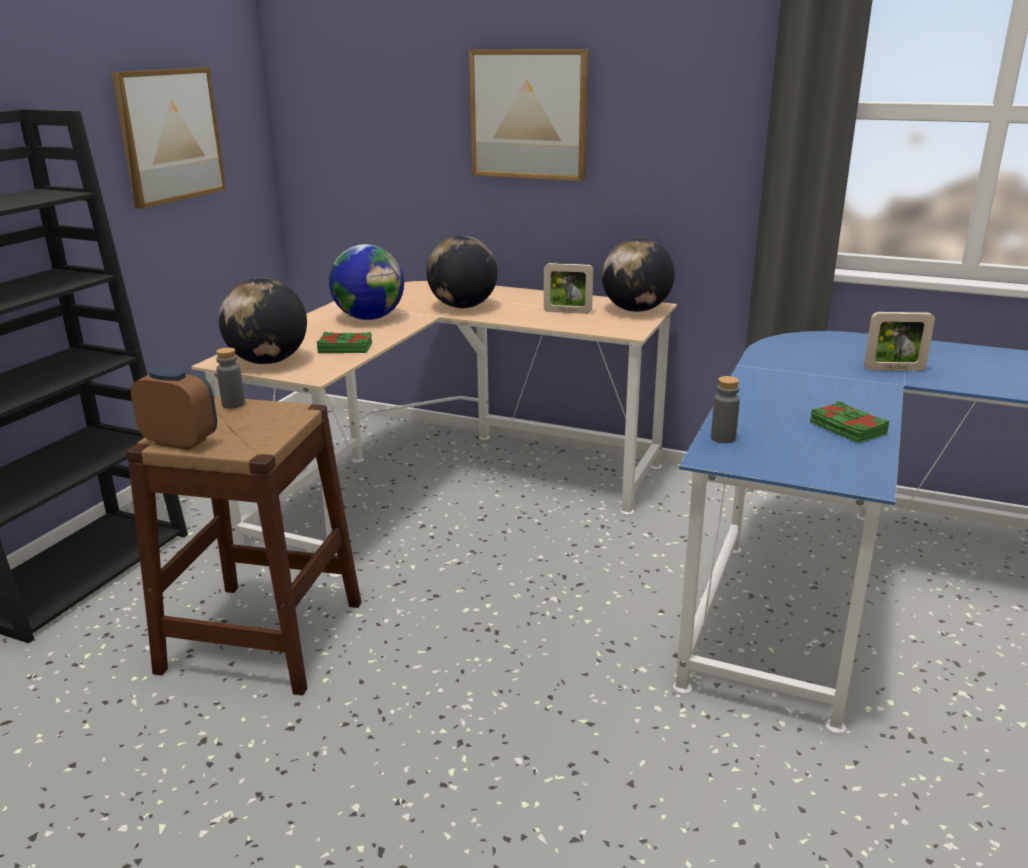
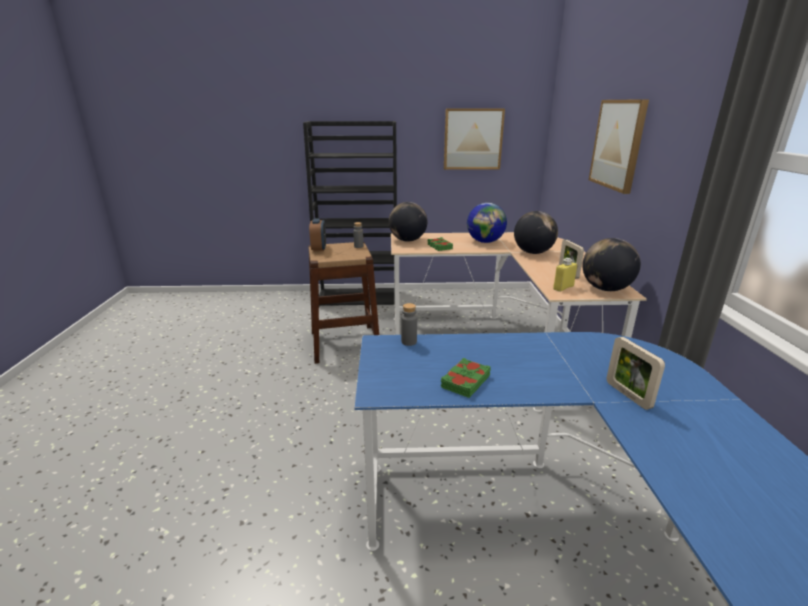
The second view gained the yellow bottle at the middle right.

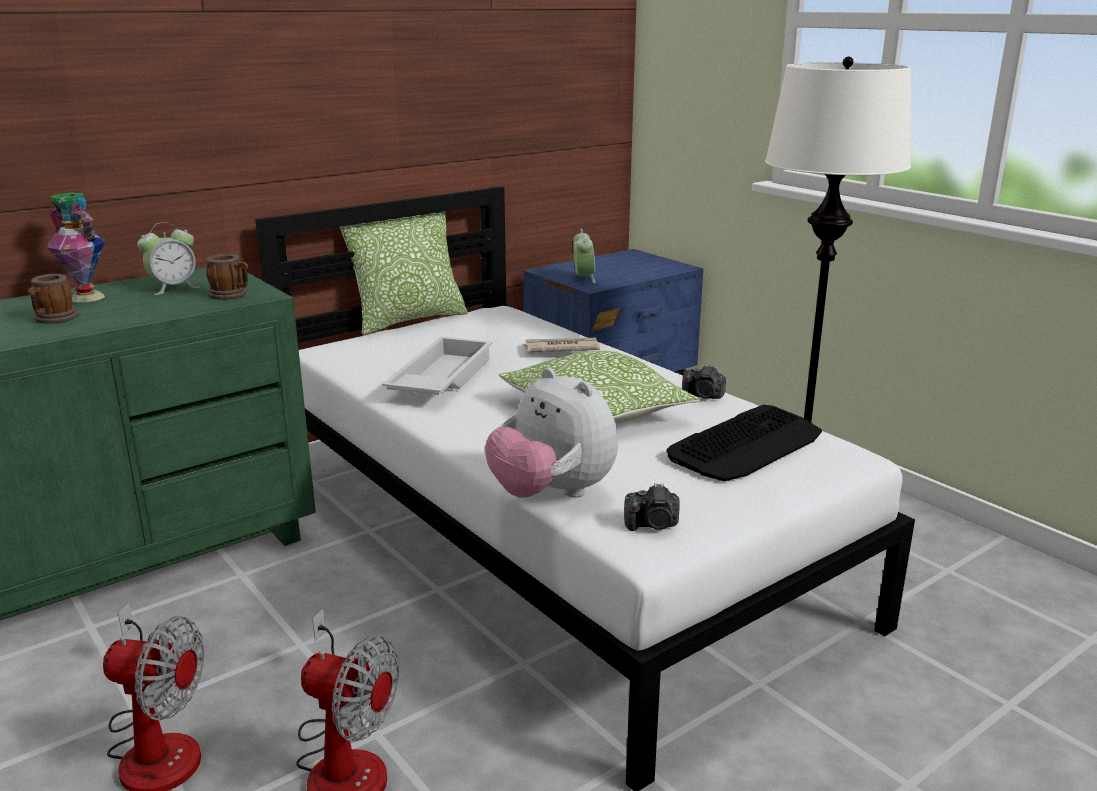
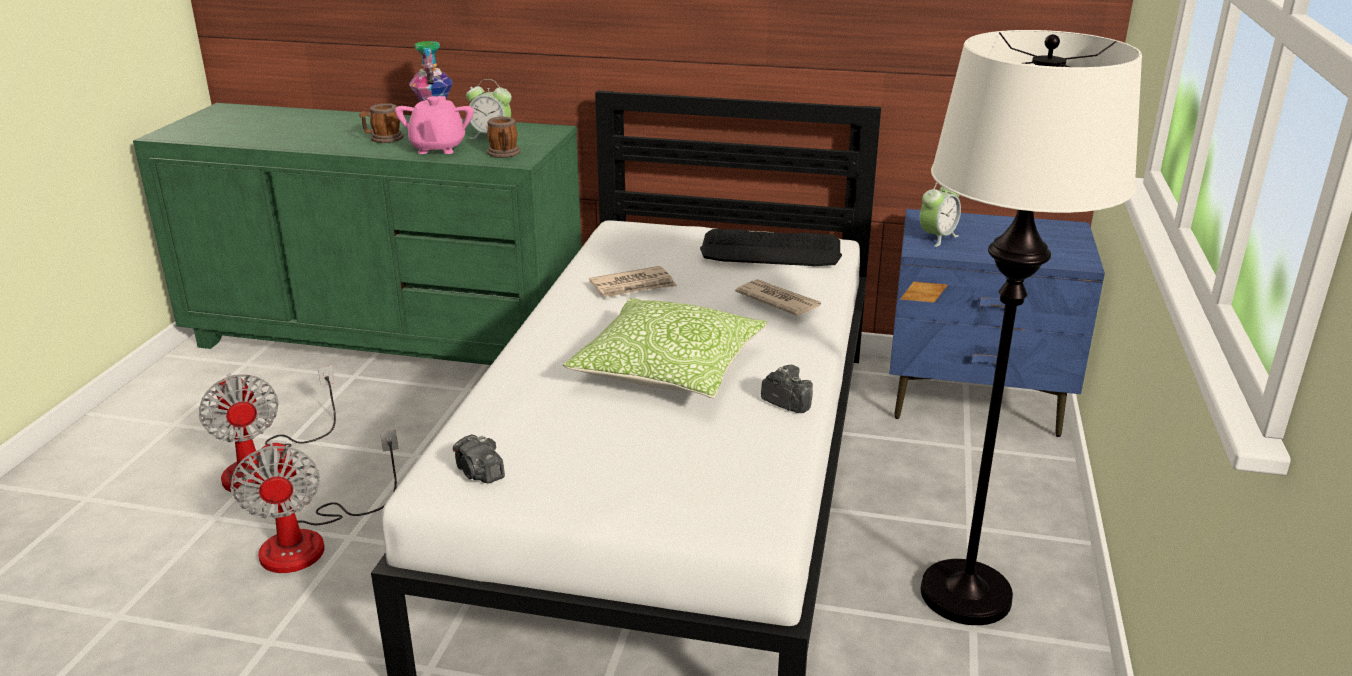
The second view lost the pillow (no. 1 from left) at the centre.
The second view lost the plush toy at the centre.
The second view gained the pink teapot at the top left.
The keyboard ended up elsewhere, having gone from the middle right to the centre.
Where the white tray stood at the centre, the newspaper (no. 1 from left) came to stand at the centre.
The photo camera (no. 2 from left) at the centre ended up facing another way, 150 degrees clockwise from before.

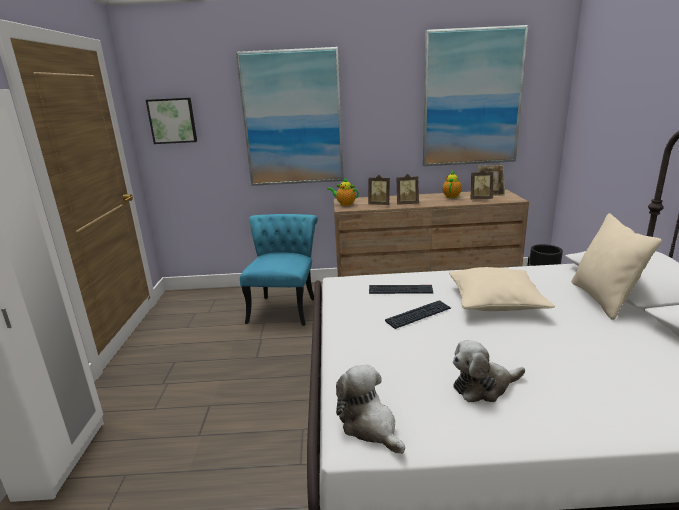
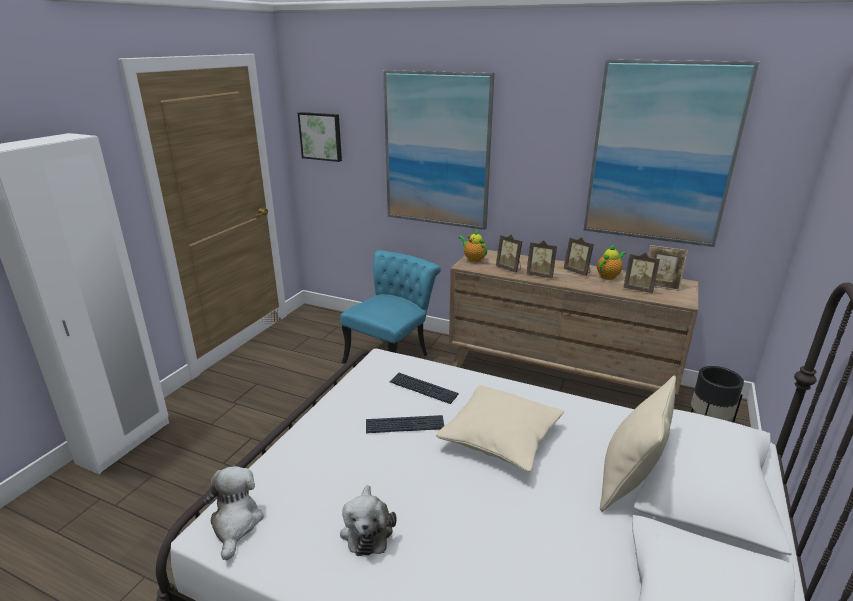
The second view gained the picture frame (no. 3 from left) at the middle right.
The plush toy (no. 2 from left) at the bottom right ended up facing another way, 105 degrees counterclockwise from before.

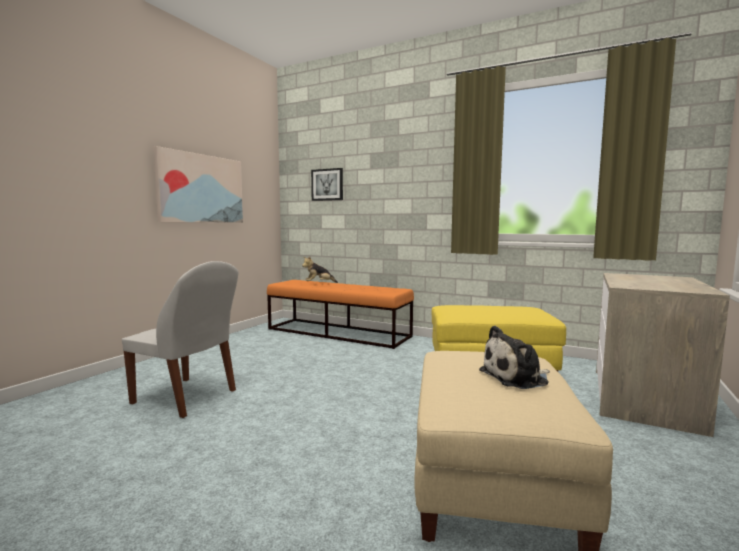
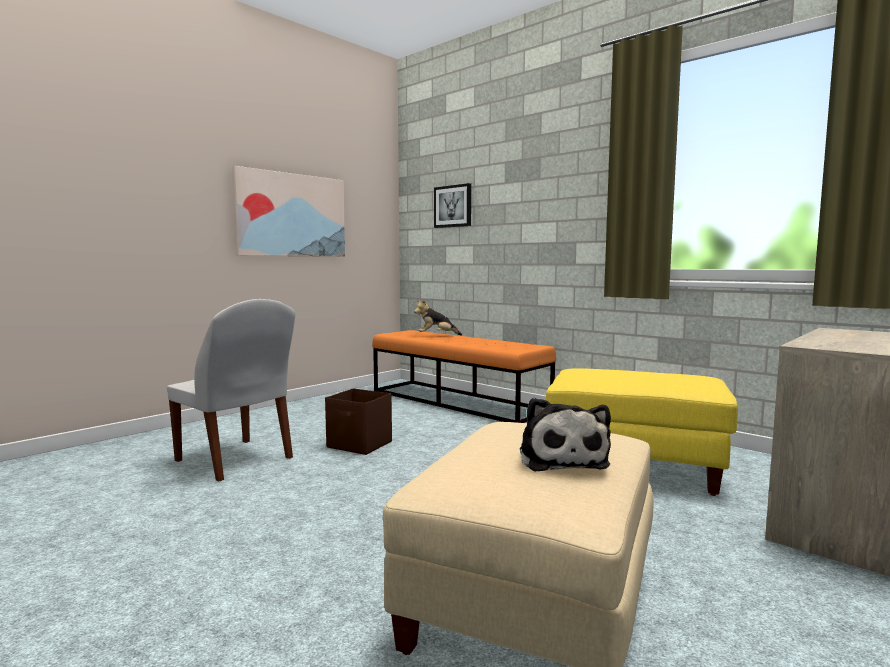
The second view gained the brown storage box at the centre.
The plush toy (no. 2 from left) at the middle right ended up facing another way, 90 degrees counterclockwise from before.

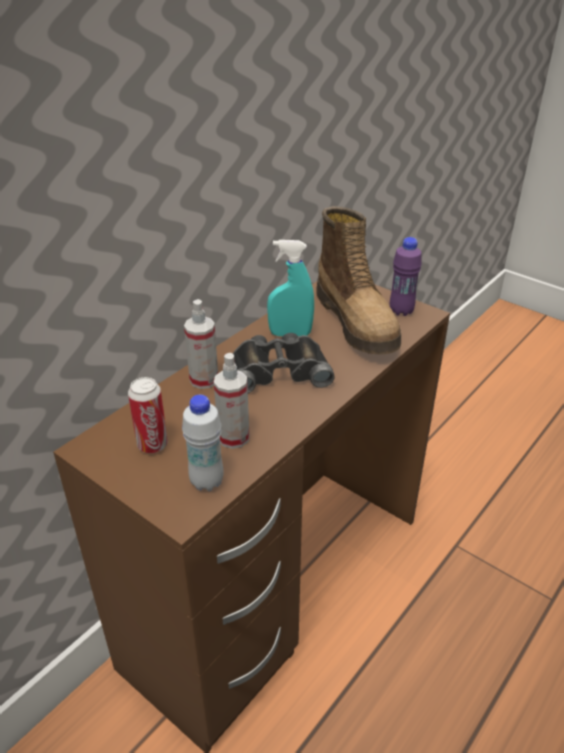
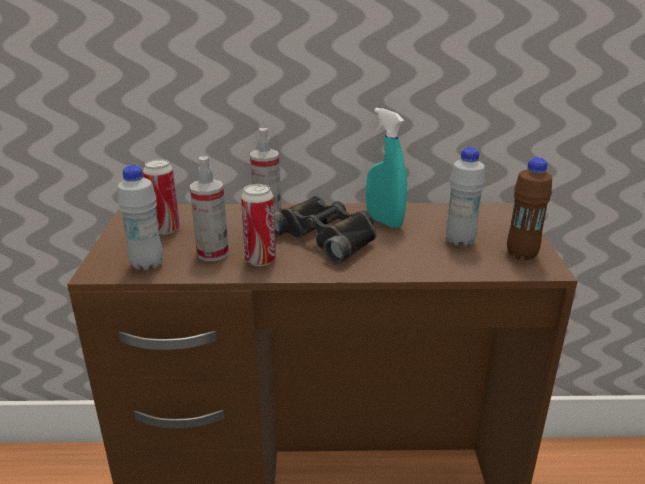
The second view gained the can (no. 2 from left) at the centre.
Where the boot stood at the centre, the white bottle (no. 2 from left) came to stand at the middle right.
What was the purple bottle at the middle right turned into the brown bottle at the middle right.

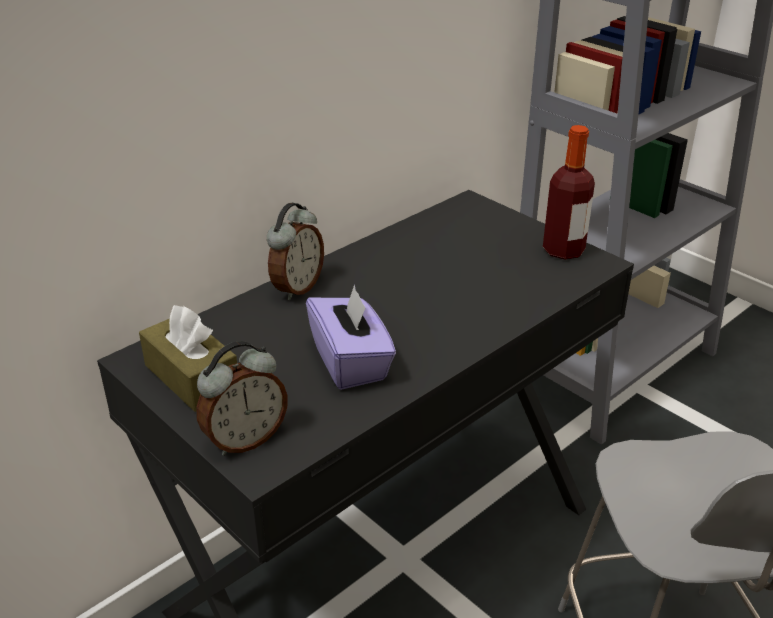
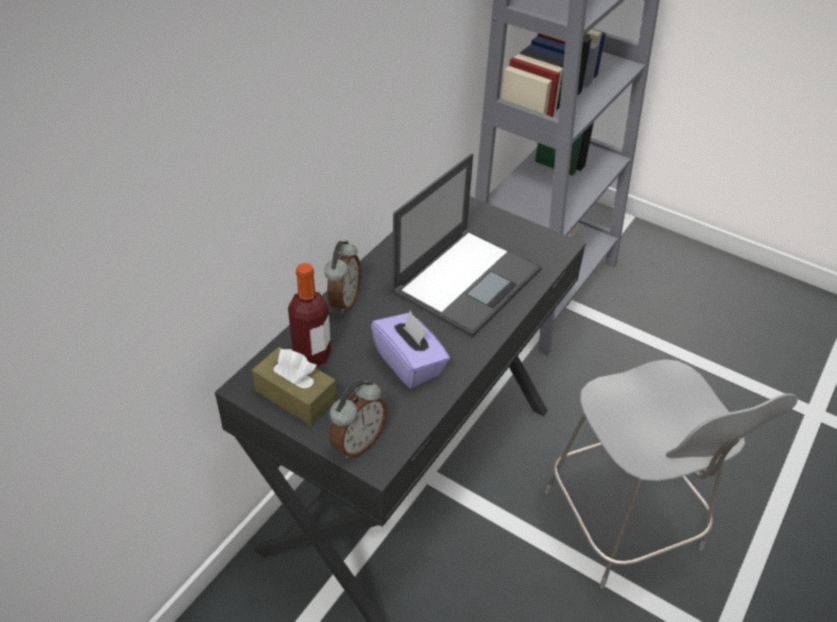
The second view gained the laptop at the centre.
The bottle ended up elsewhere, having gone from the top right to the centre.

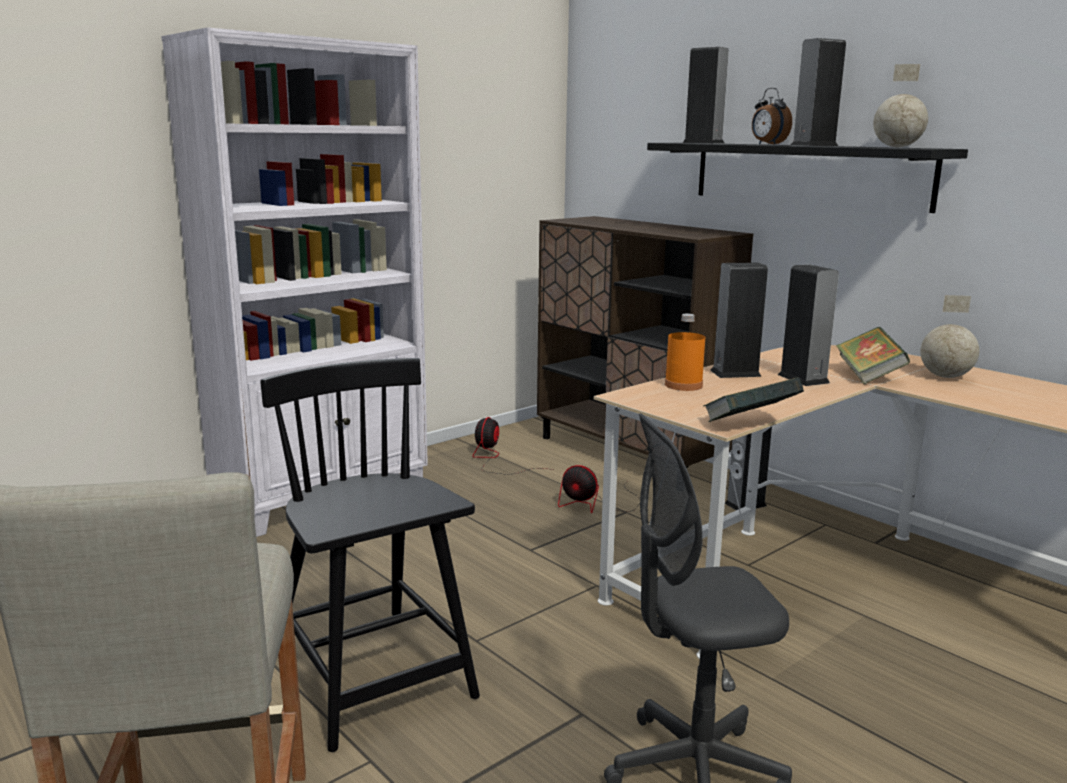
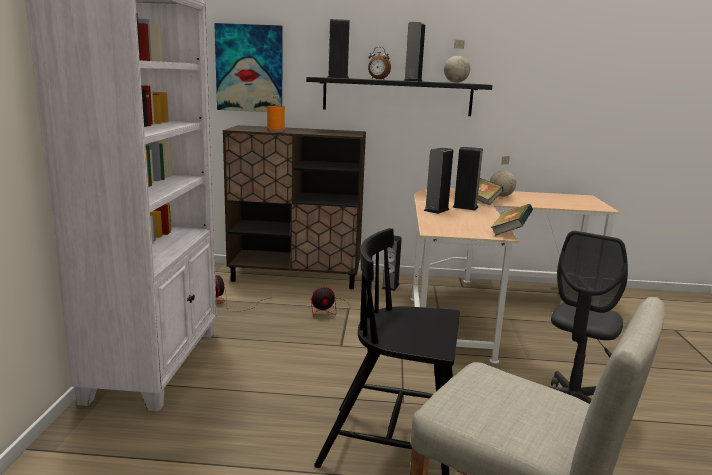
The second view gained the picture at the top centre.
The orange bottle ended up elsewhere, having gone from the centre to the top centre.

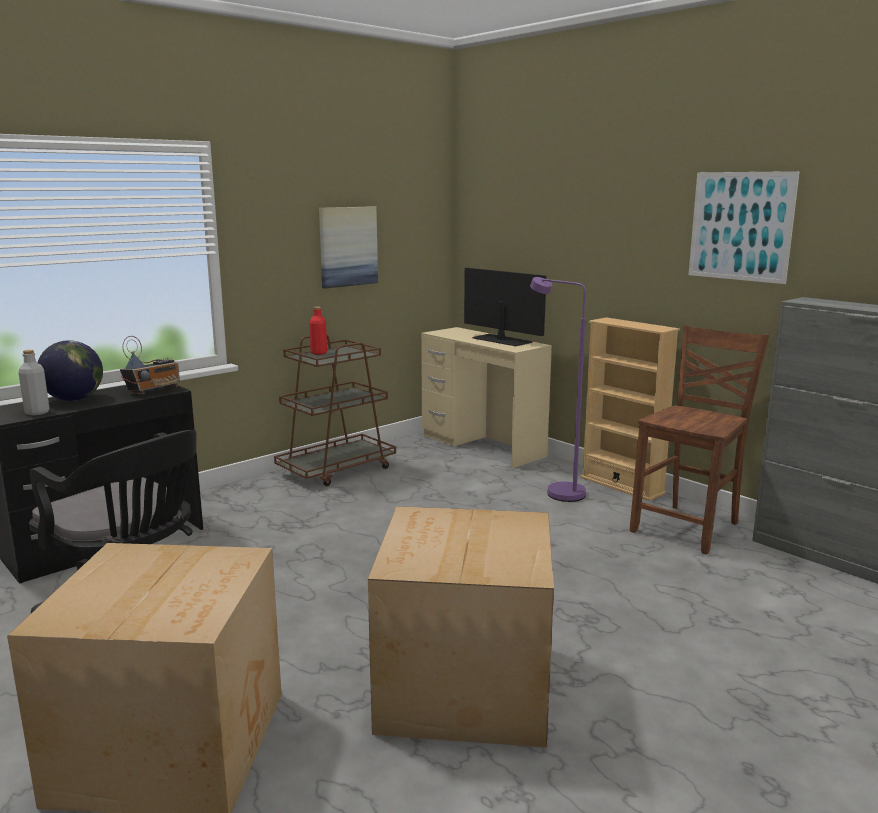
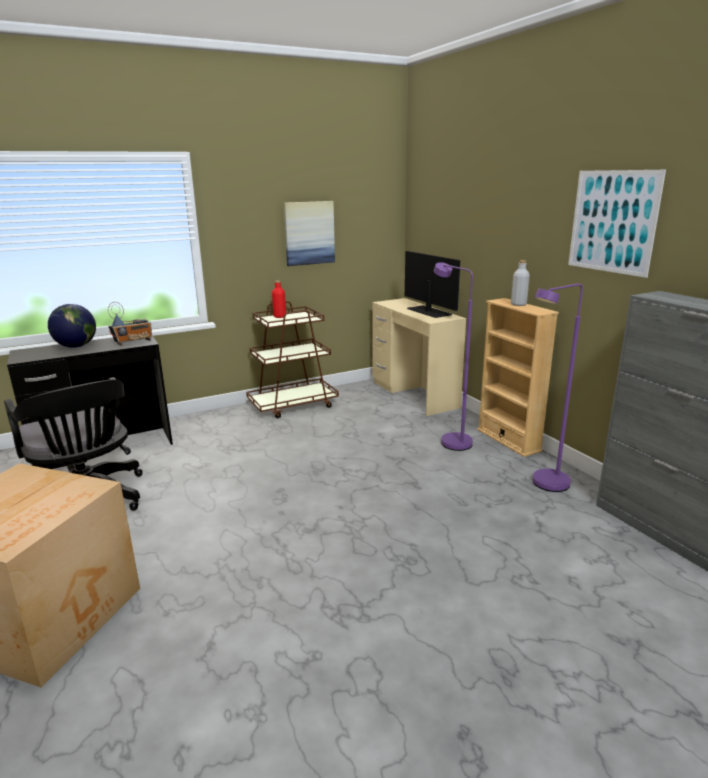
The second view lost the cardboard box (no. 2 from left) at the bottom centre.
The grey bottle ended up elsewhere, having gone from the middle left to the middle right.
Where the brown chair stood at the middle right, the purple floor lamp (no. 2 from left) came to stand at the middle right.

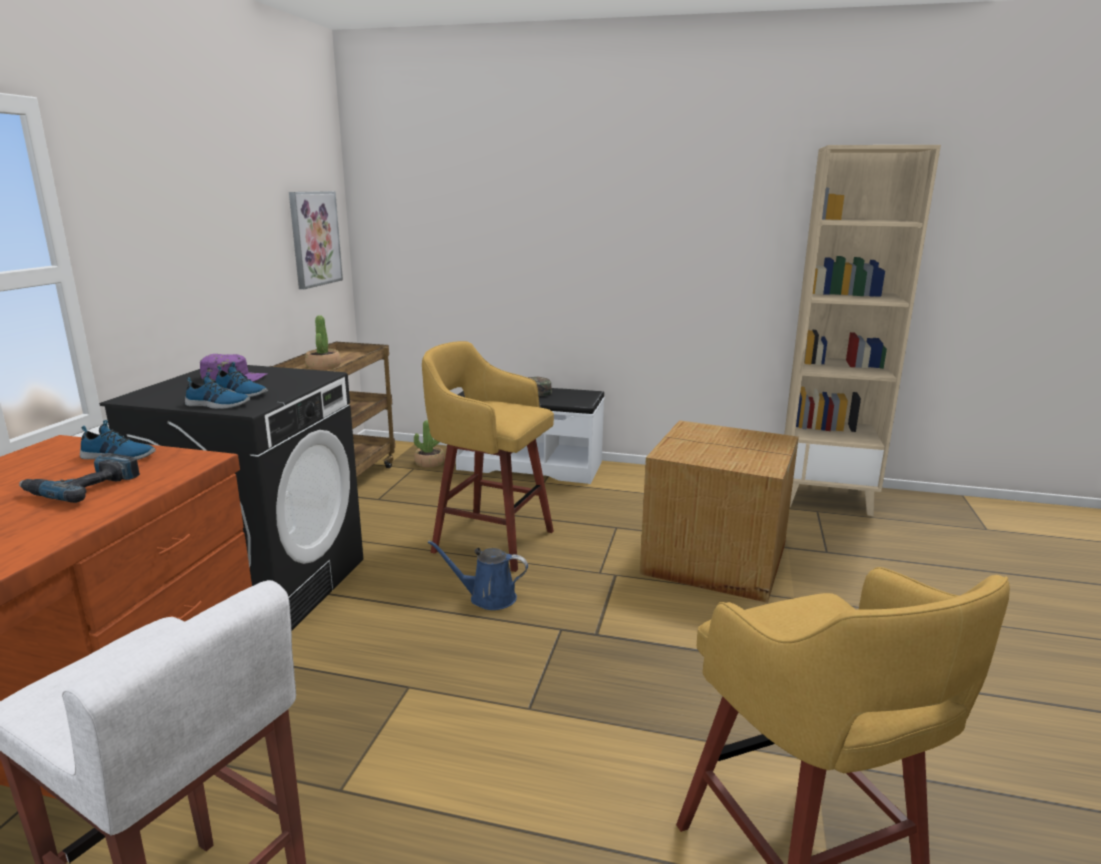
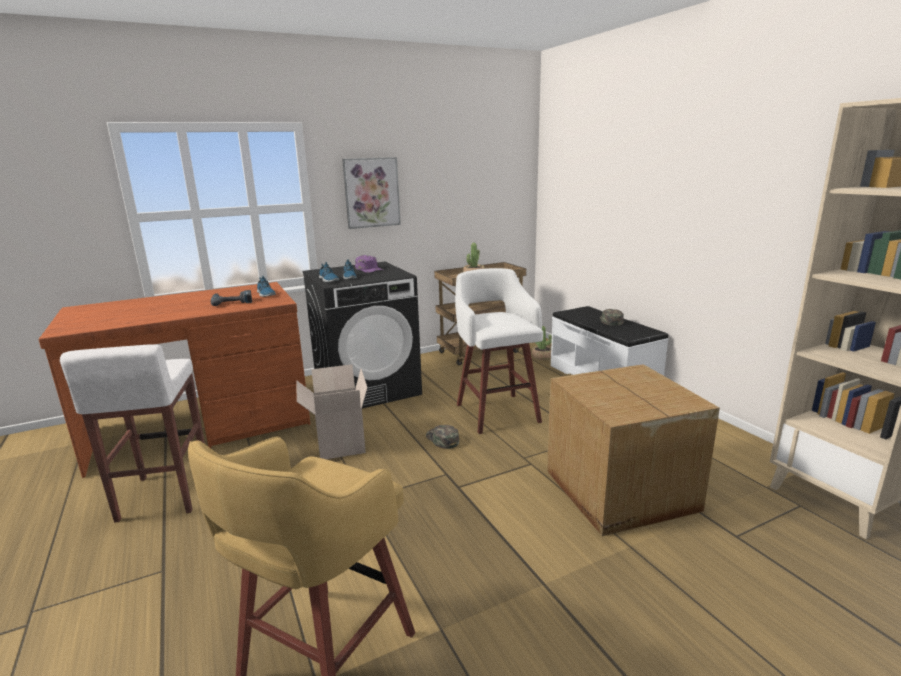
The second view gained the cardboard box (no. 1 from left) at the centre.
The picture ended up elsewhere, having gone from the top left to the top centre.
Where the blue watering can stood at the centre, the green cap (no. 1 from left) came to stand at the centre.
What was the yellow stool (no. 1 from left) at the centre turned into the white stool (no. 2 from left) at the centre.

